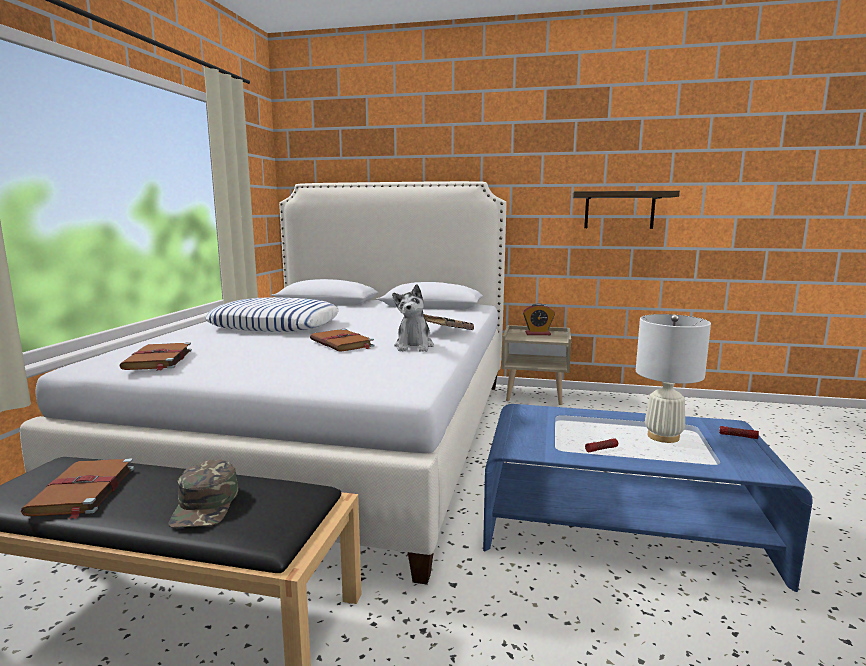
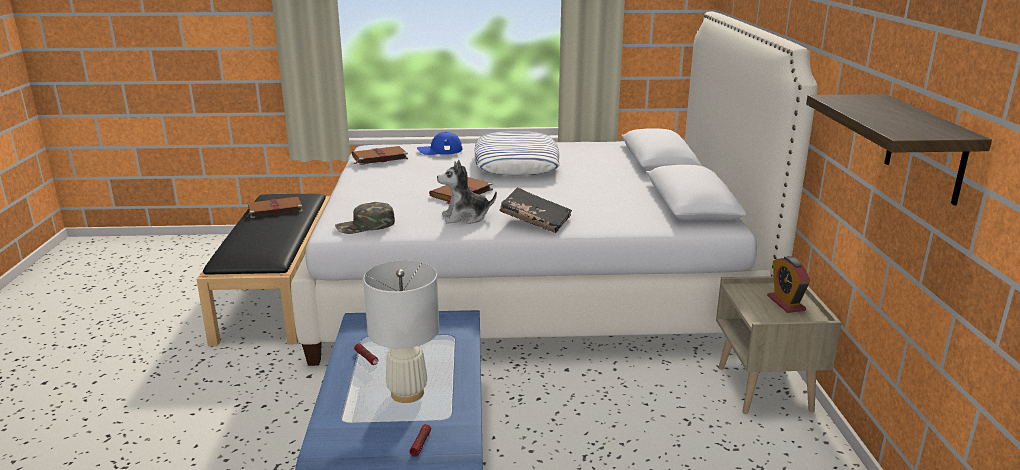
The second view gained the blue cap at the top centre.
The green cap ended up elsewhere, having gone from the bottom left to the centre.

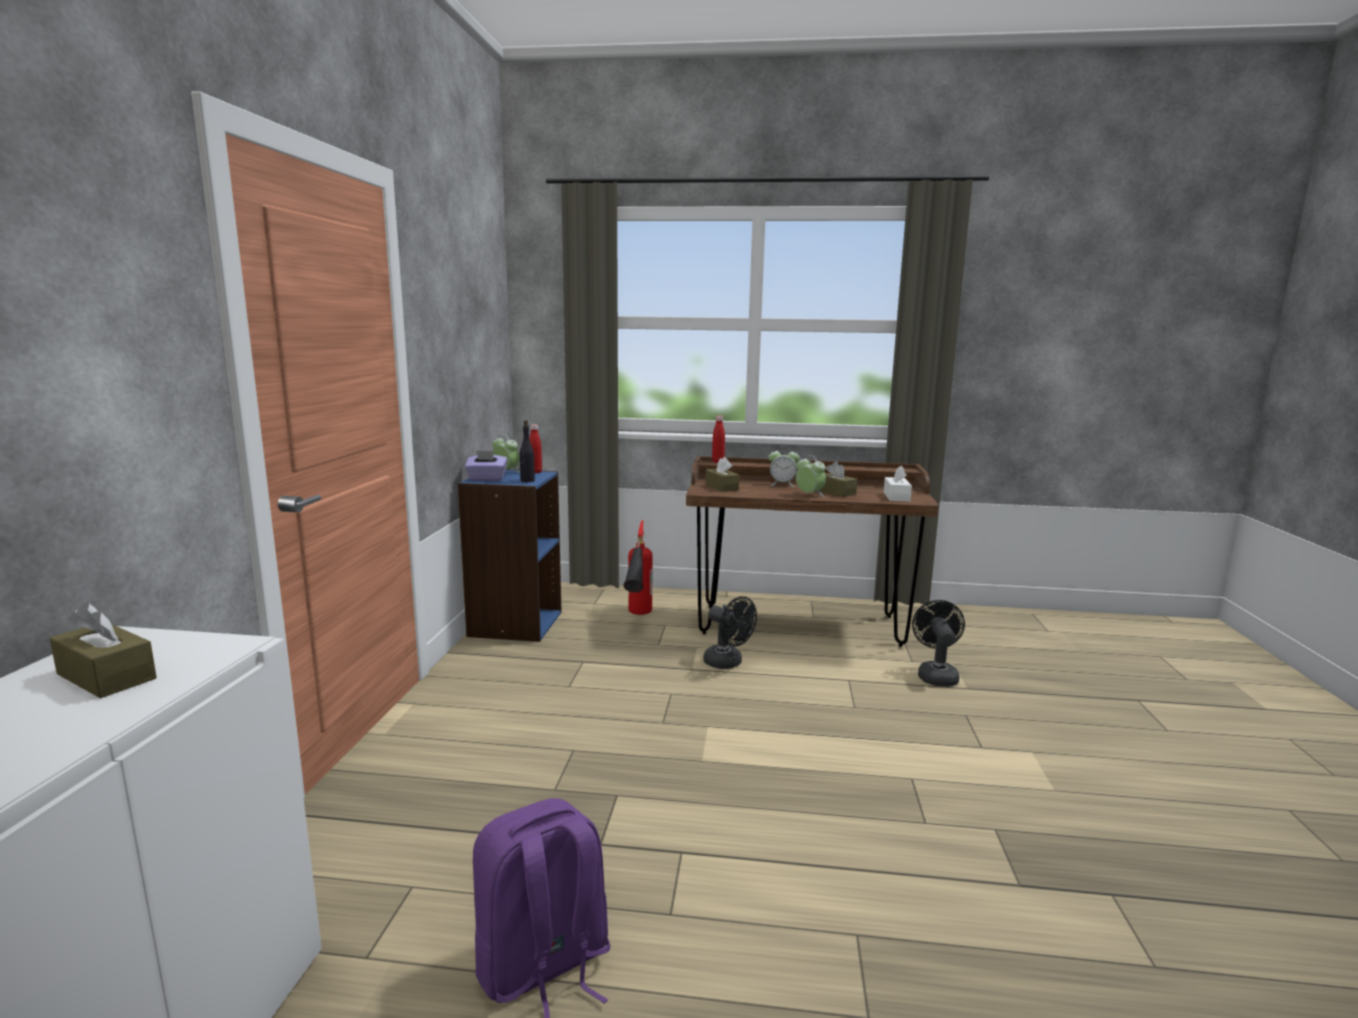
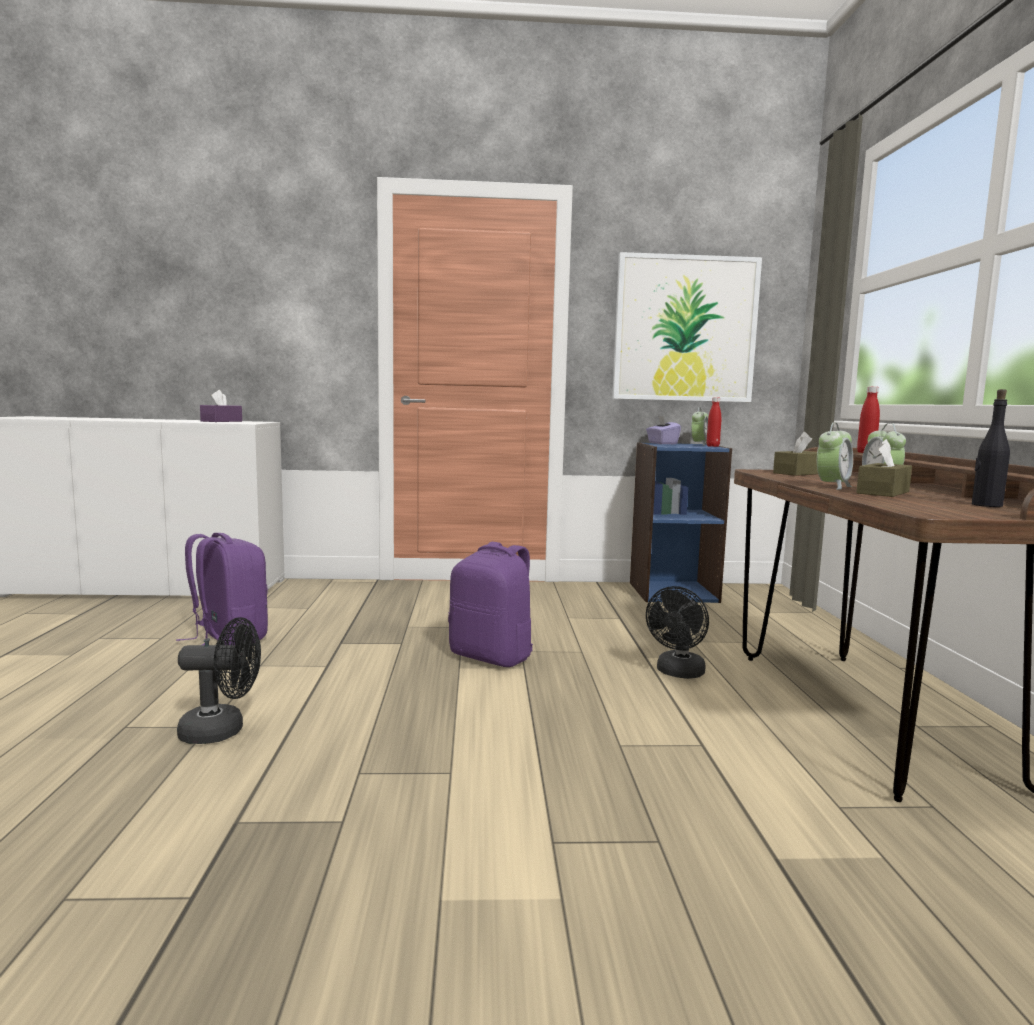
The second view lost the fire extinguisher at the centre.
The second view lost the white tissue box at the centre.
The second view gained the purple backpack (no. 2 from left) at the centre.
The second view gained the picture at the top centre.
The black bottle ended up elsewhere, having gone from the centre to the middle right.
The black fan (no. 2 from left in the first image) ended up elsewhere, having gone from the middle right to the middle left.
What was the brown tissue box (no. 1 from left) at the middle left turned into the purple tissue box (no. 1 from left) at the middle left.

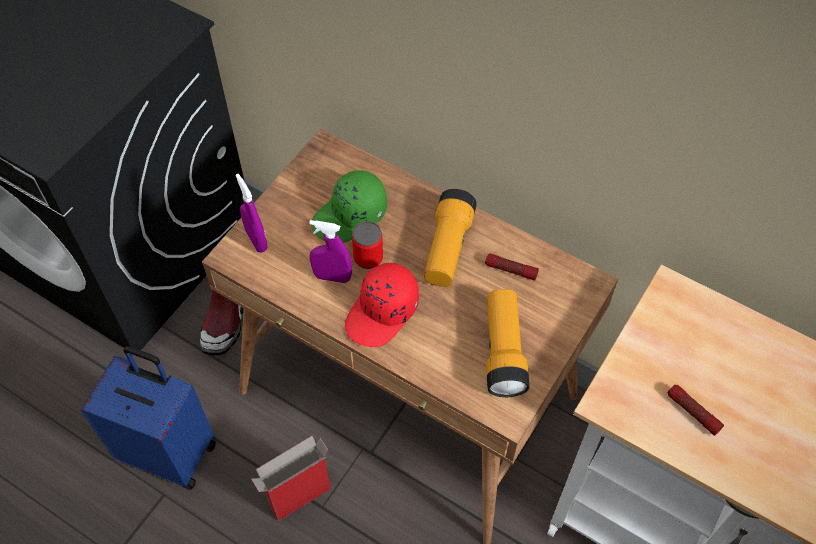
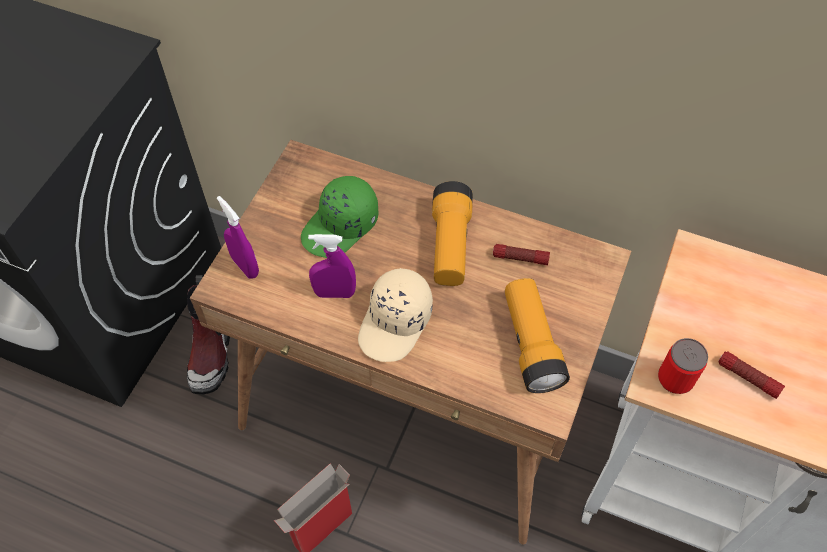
The second view lost the blue suitcase at the bottom left.
The can ended up elsewhere, having gone from the centre to the middle right.
What was the red cap at the centre turned into the beige cap at the centre.

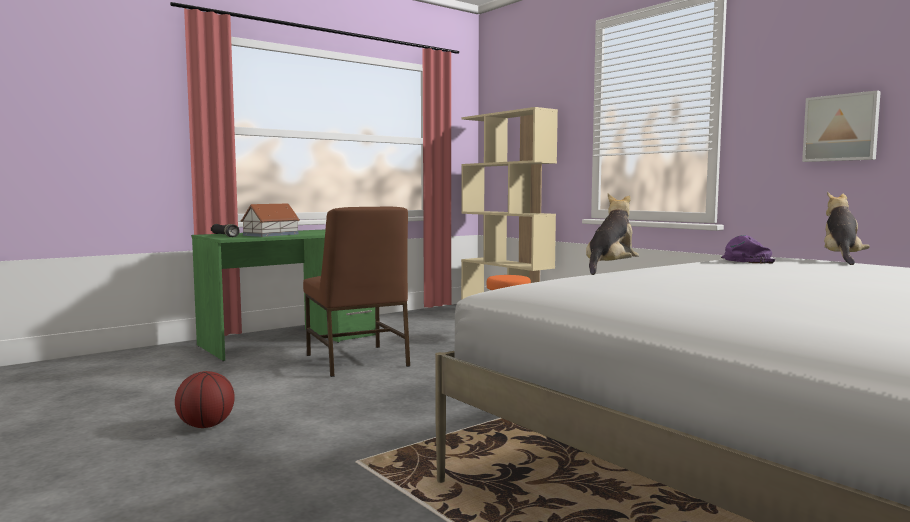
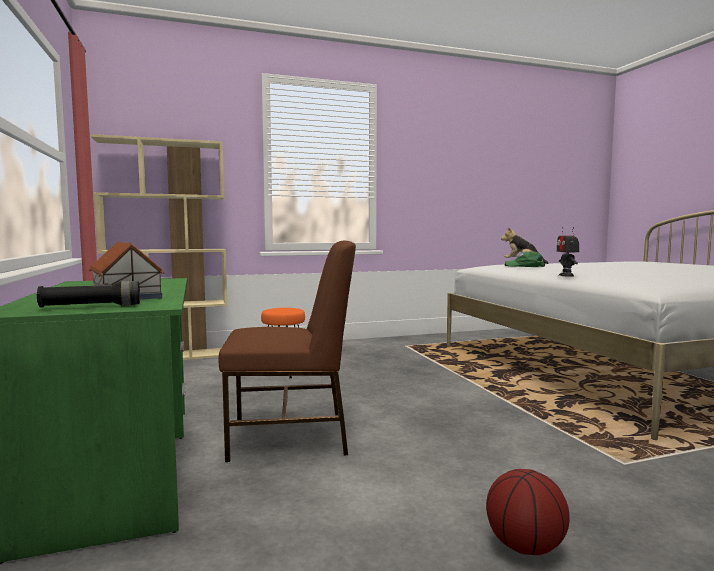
The second view lost the picture at the top right.
Where the plush toy (no. 1 from left) stood at the middle right, the toy robot came to stand at the middle right.
What was the purple cap at the middle right turned into the green cap at the middle right.

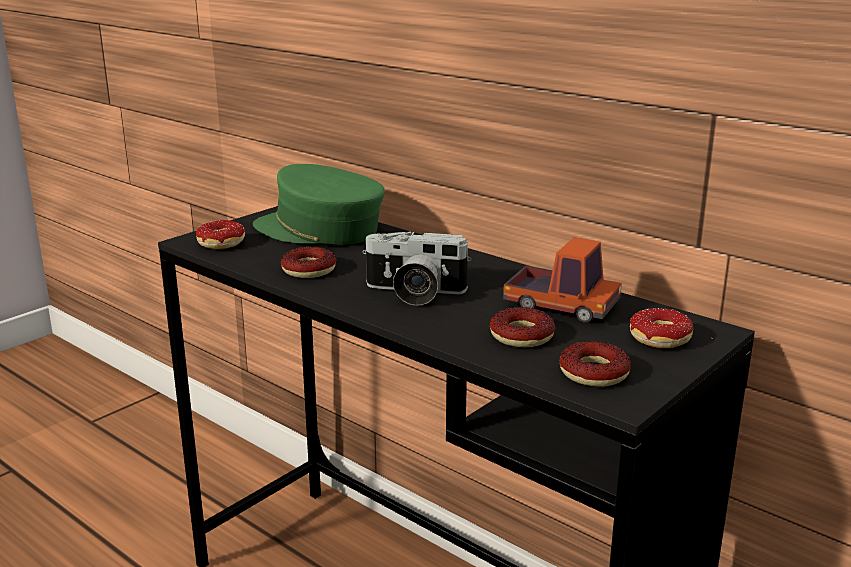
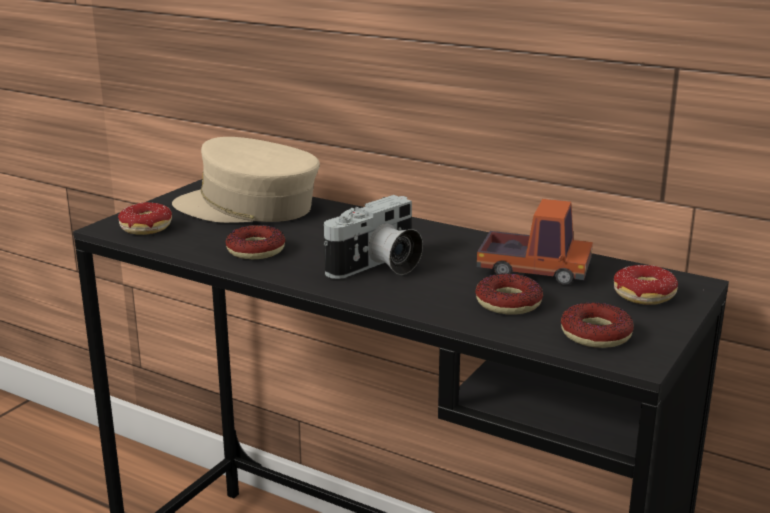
What was the green cap at the centre turned into the beige cap at the middle left.
The photo camera at the centre ended up facing another way, 45 degrees counterclockwise from before.

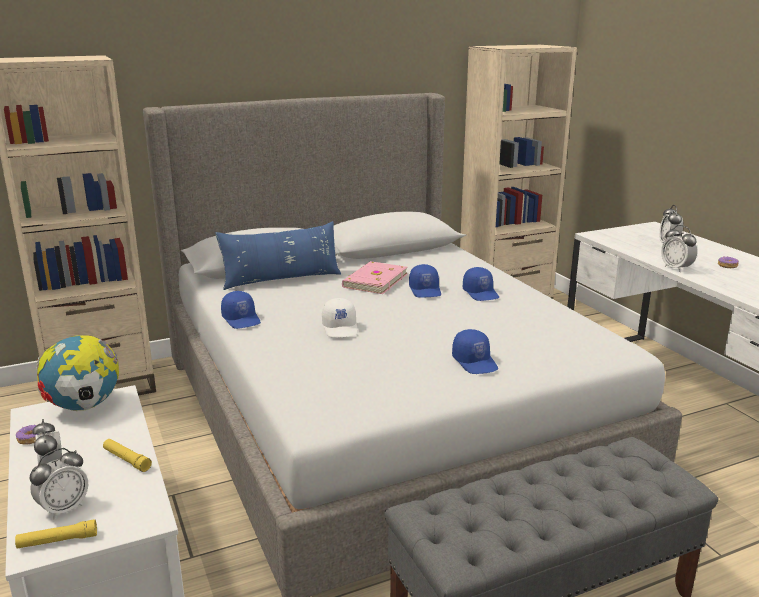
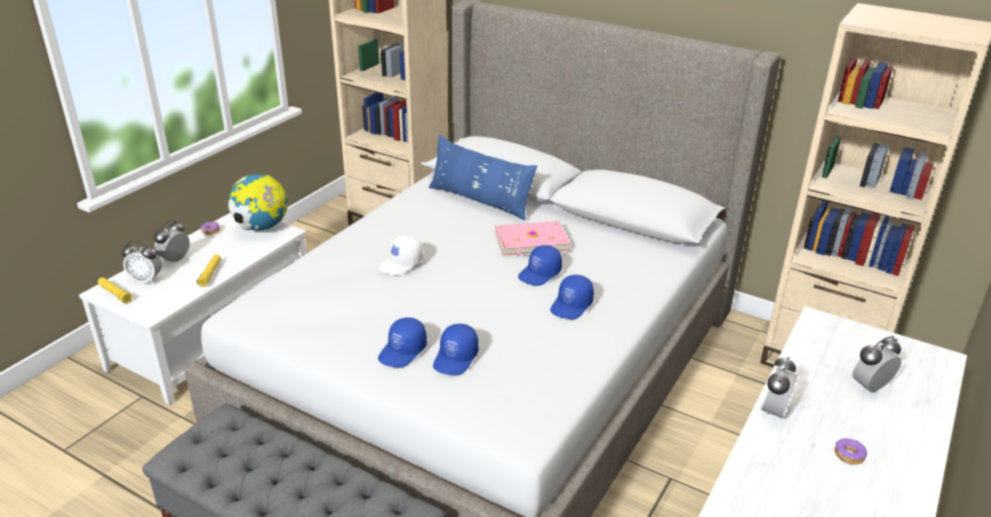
The blue cap (no. 1 from left in the first image) ended up elsewhere, having gone from the middle left to the bottom centre.

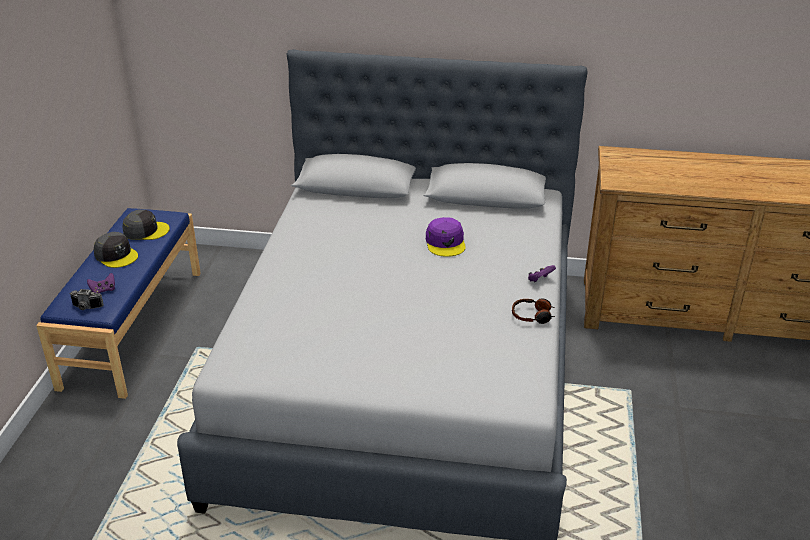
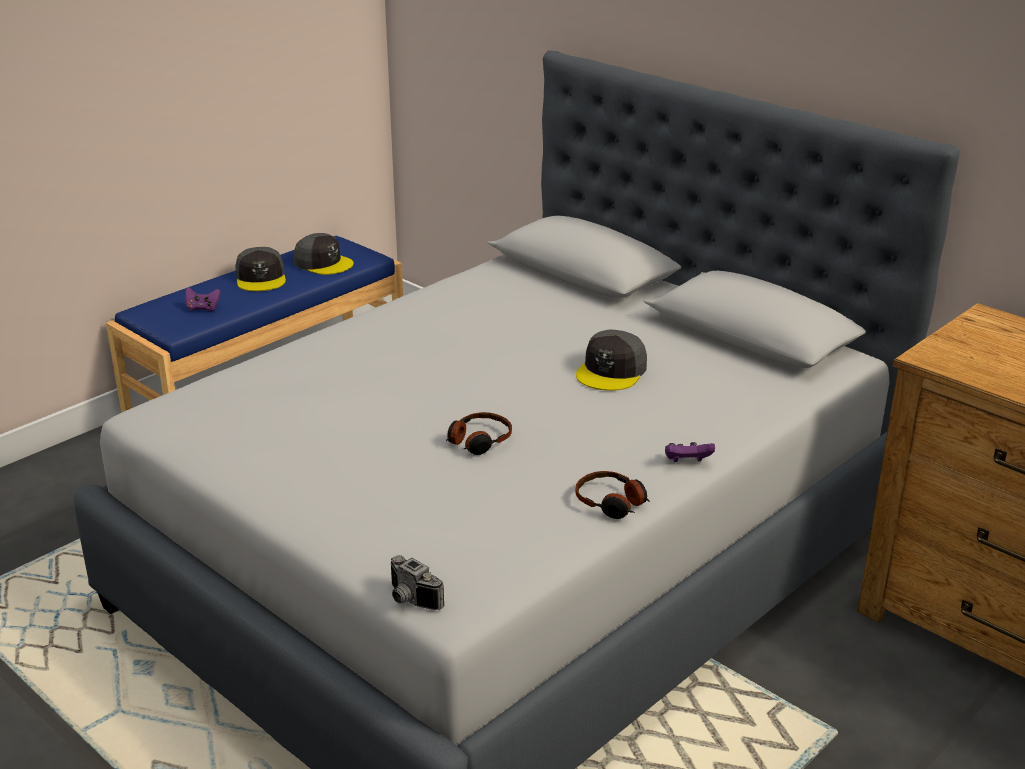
The second view gained the headphones (no. 1 from left) at the centre.
The photo camera ended up elsewhere, having gone from the middle left to the bottom centre.
What was the purple cap at the centre turned into the grey cap (no. 3 from left) at the centre.

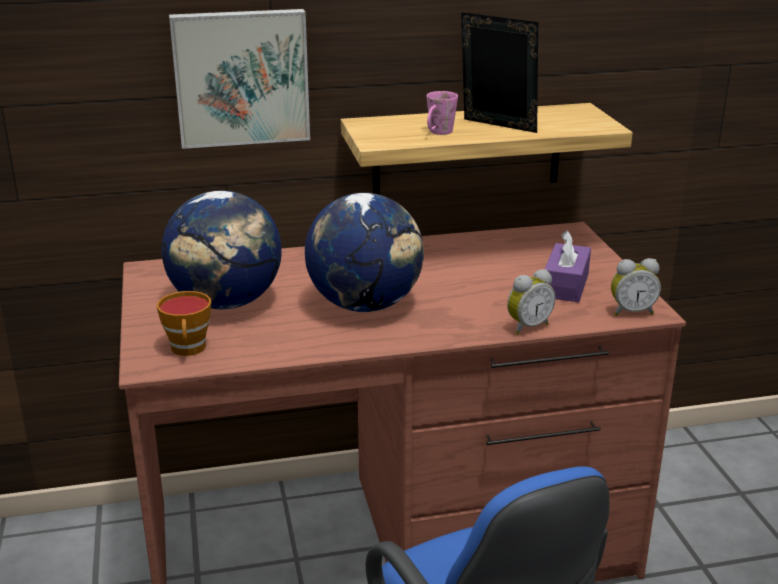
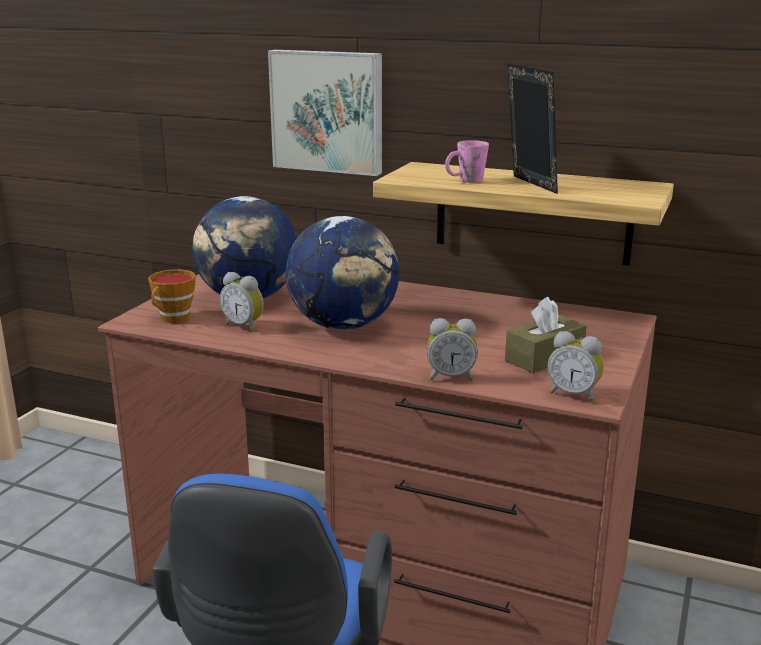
The second view gained the alarm clock (no. 1 from left) at the middle left.
What was the purple tissue box at the middle right turned into the brown tissue box at the middle right.

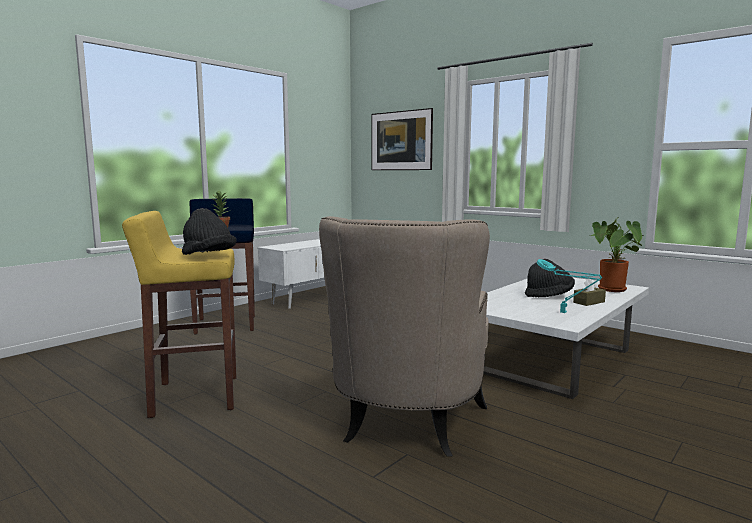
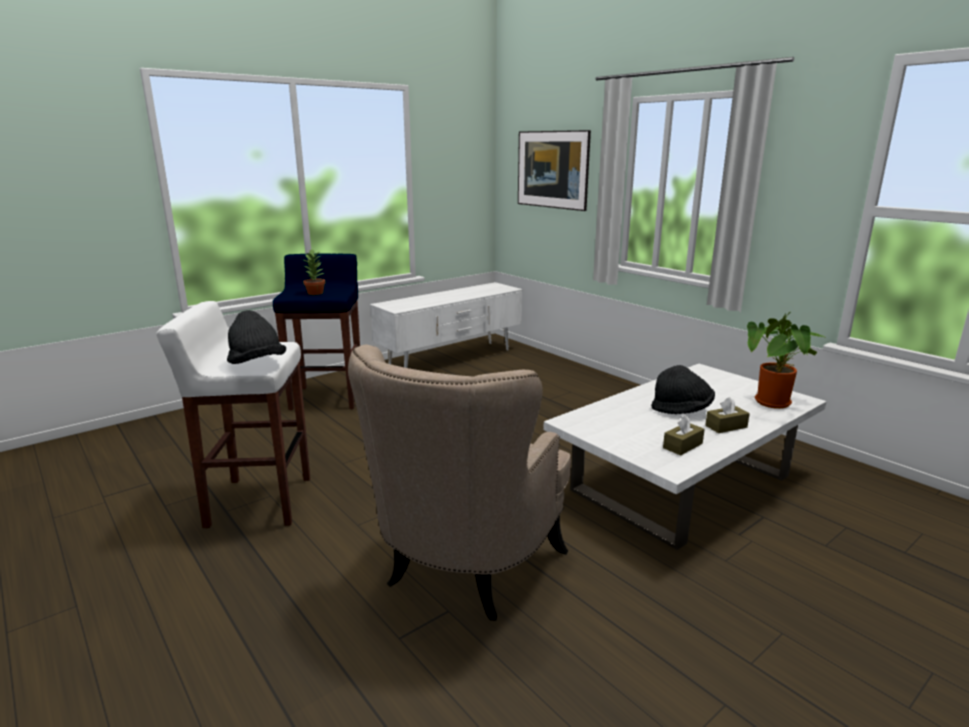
Where the turquoise table lamp stood at the middle right, the brown tissue box (no. 1 from left) came to stand at the middle right.
What was the yellow stool at the middle left turned into the white stool at the middle left.

